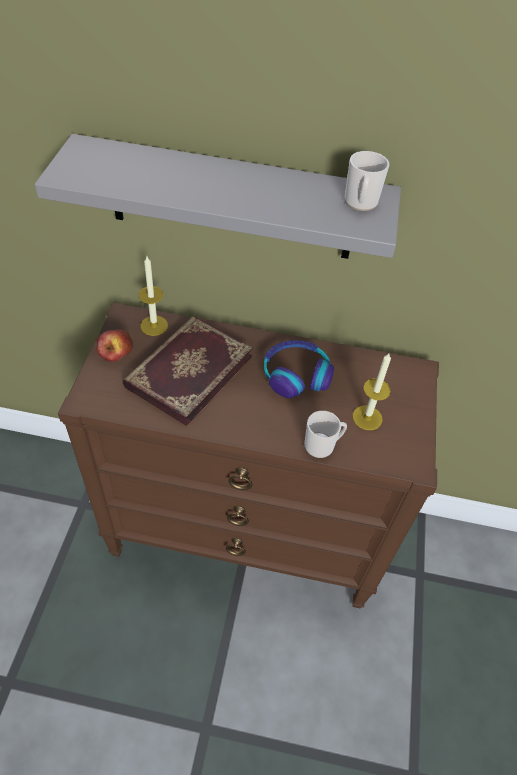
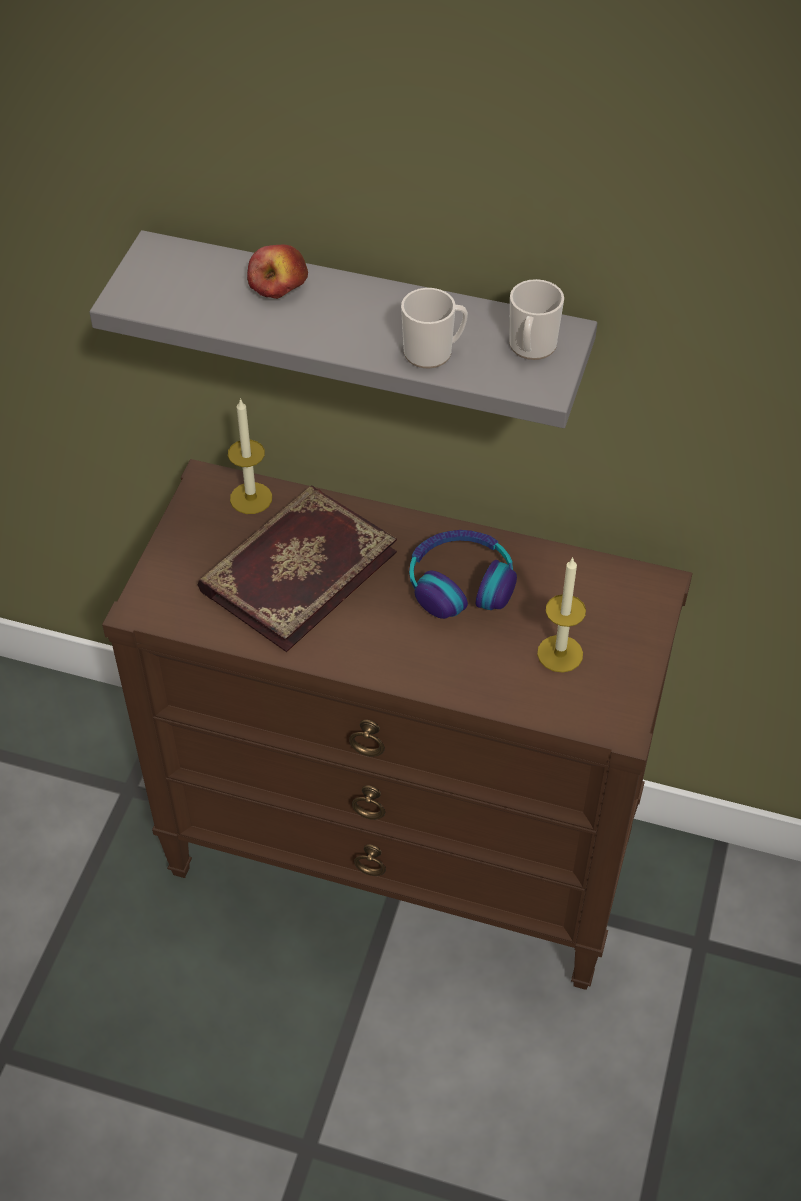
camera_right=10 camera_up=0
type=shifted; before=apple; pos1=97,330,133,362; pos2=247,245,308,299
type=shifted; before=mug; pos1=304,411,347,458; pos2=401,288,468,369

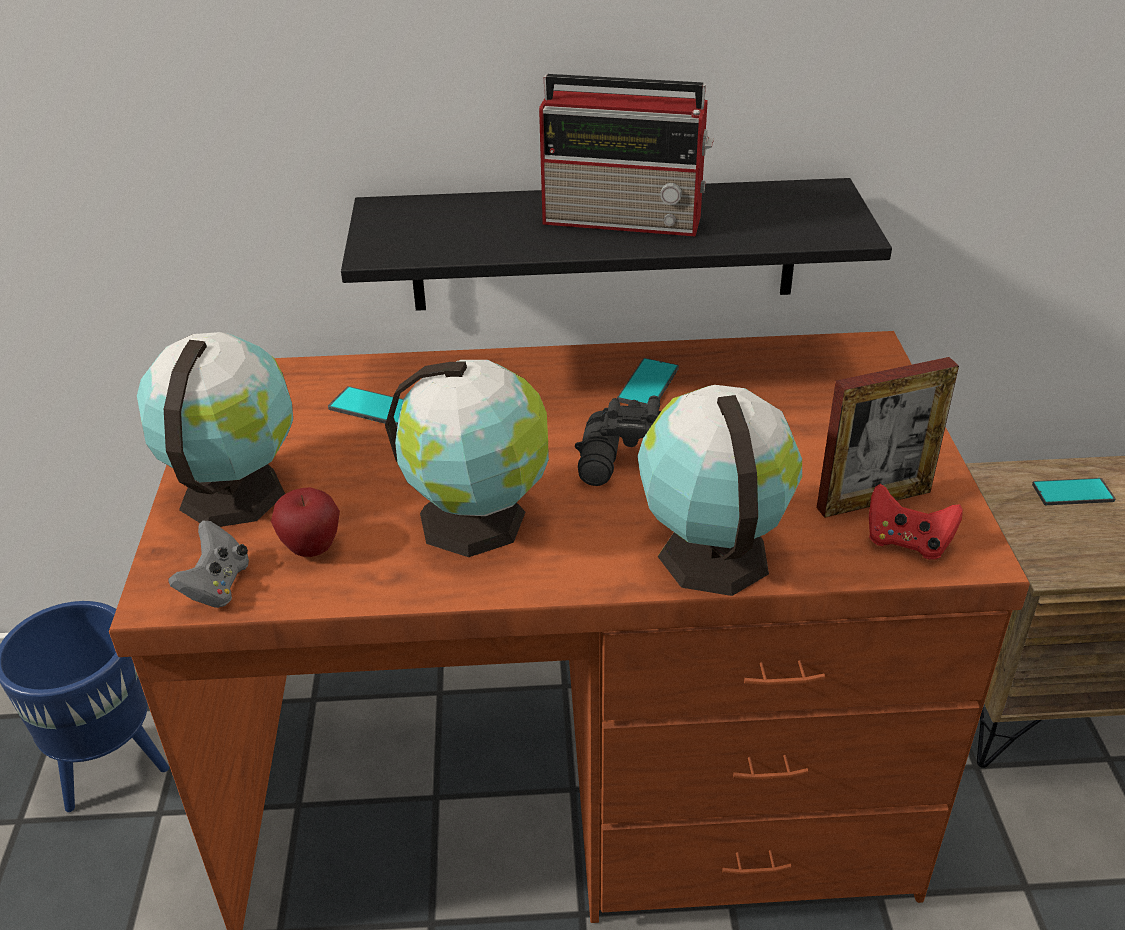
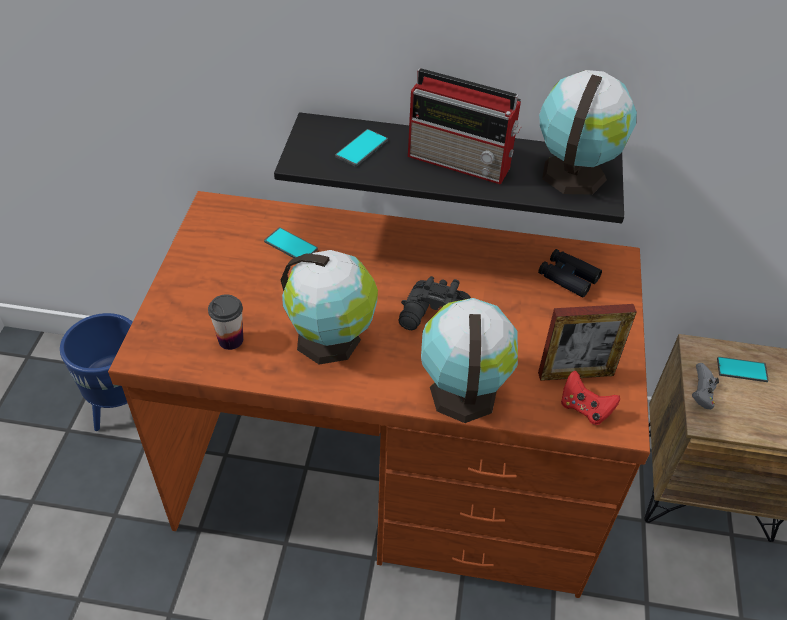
camera_right=10 camera_up=10
type=shifted; before=globe; pos1=137,332,293,527; pos2=539,70,637,195
type=shifted; before=phone; pos1=617,358,679,407; pos2=335,129,388,167
type=swapped; before=apple; after=cup; pos1=271,487,340,557; pos2=208,294,243,350
type=shifted; before=grey game controller; pos1=168,521,249,608; pos2=692,363,719,410
type=new; after=black binoculars; pos2=538,249,602,297

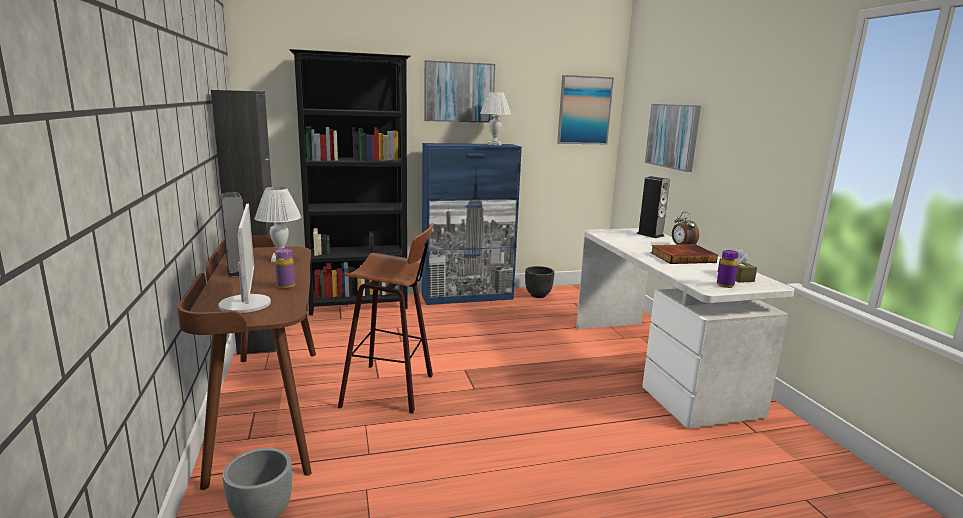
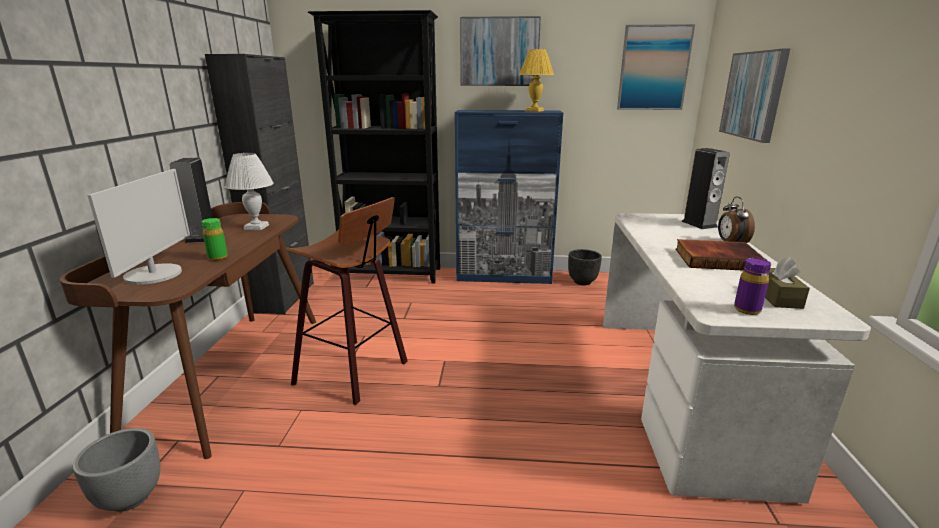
camera_right=20 camera_up=5
type=repainted; before=white table lamp; after=yellow table lamp; pos1=481,92,511,146; pos2=519,49,554,112
type=repainted; before=purple bottle; after=green bottle; pos1=275,249,295,289; pos2=201,218,228,261

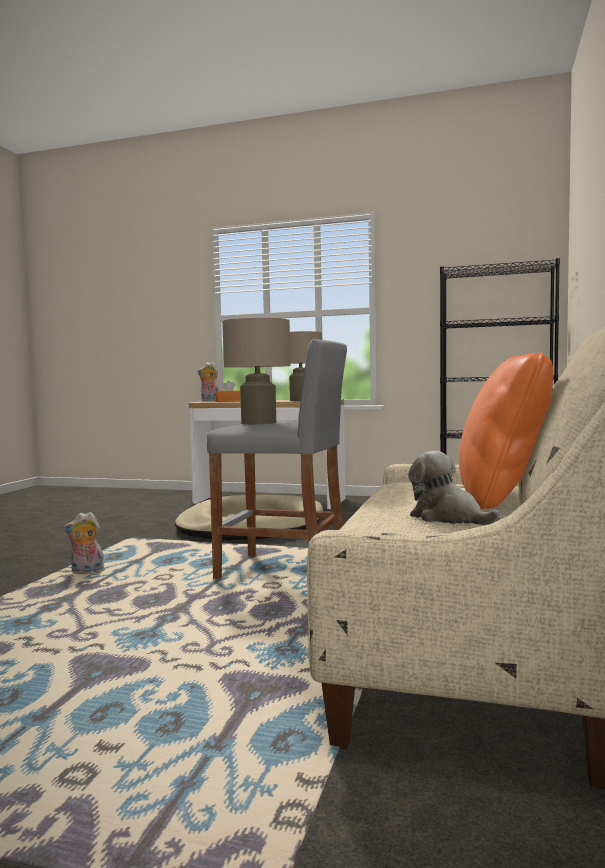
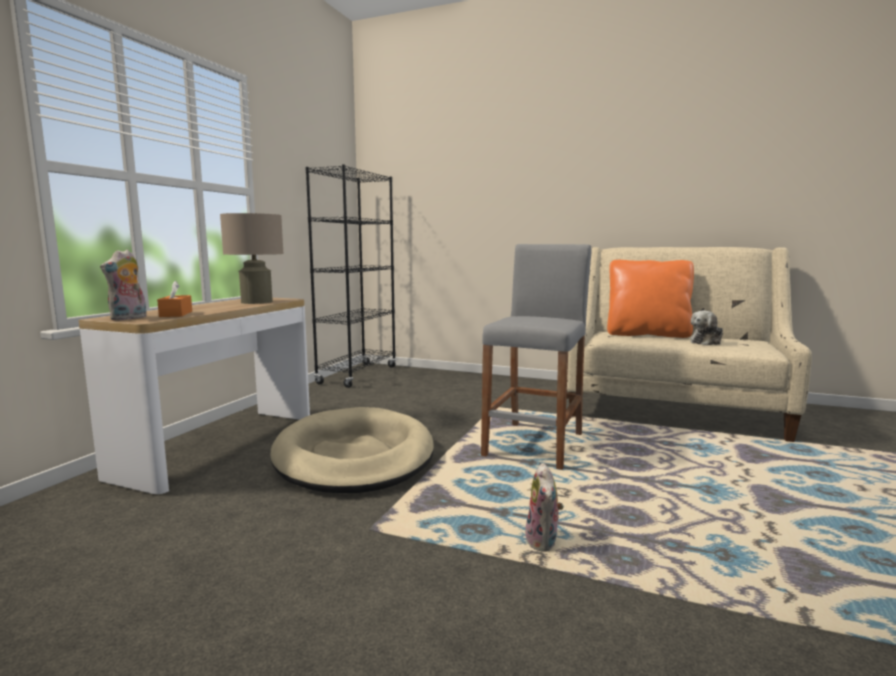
camera_right=-85 camera_up=5
type=gone; before=beige table lamp; pos1=222,318,291,424

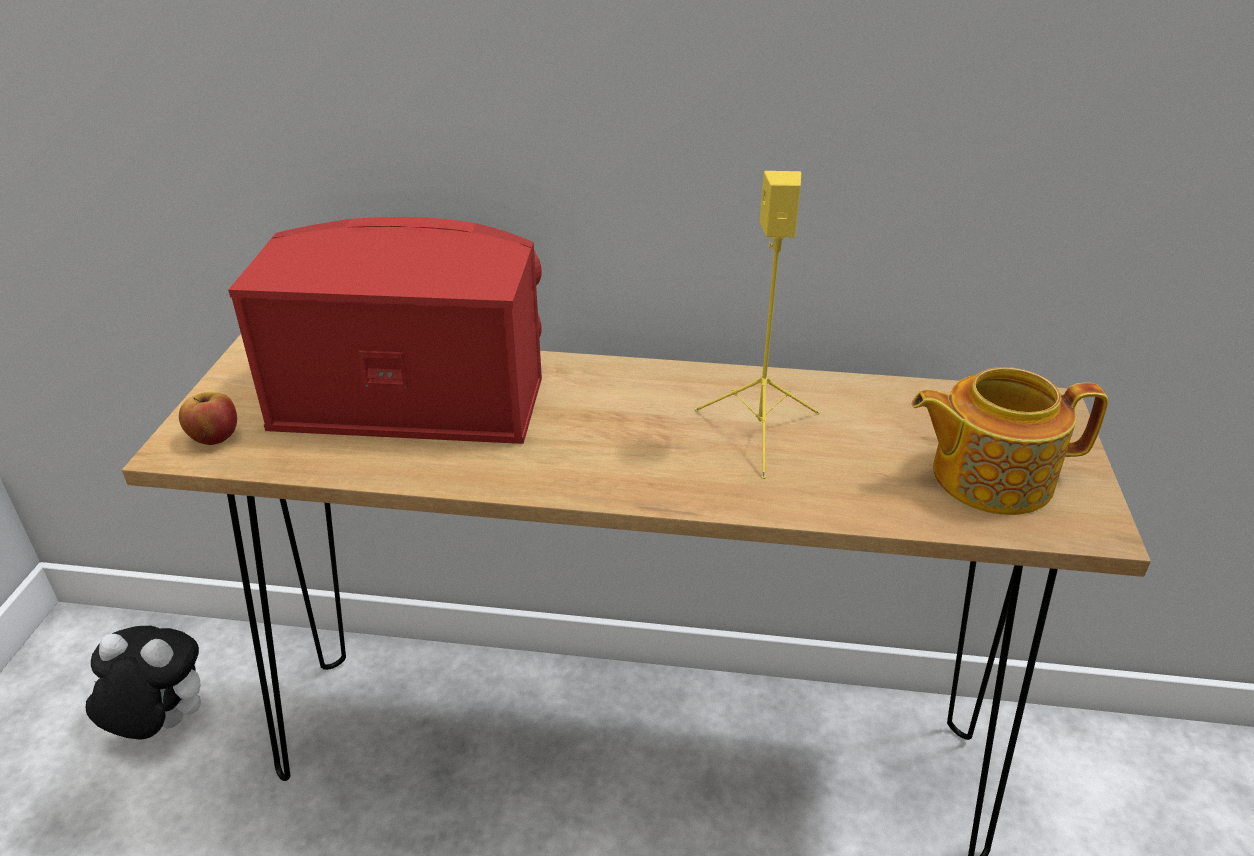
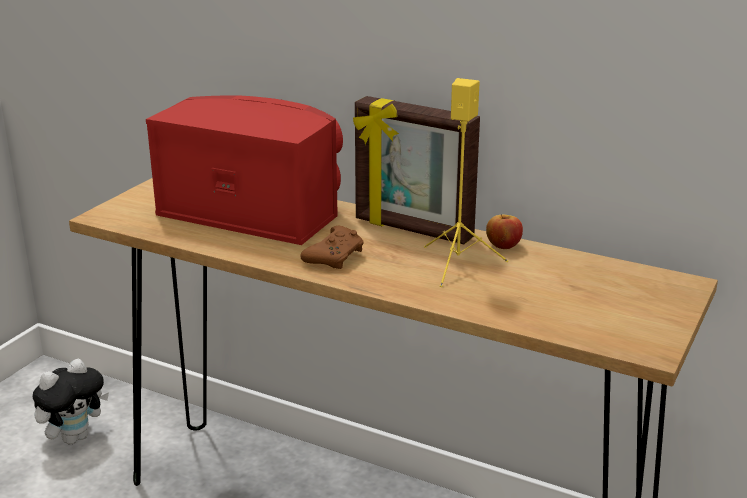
camera_right=20 camera_up=-10
type=gone; before=teapot; pos1=912,367,1108,515
type=shifted; before=apple; pos1=179,392,237,445; pos2=486,214,523,249
type=rotated; before=plush toy; pos1=86,626,201,740; pos2=32,359,109,444; turn=105
type=new; after=picture frame; pos2=353,96,480,244
type=new; after=brown game controller; pos2=300,226,364,269

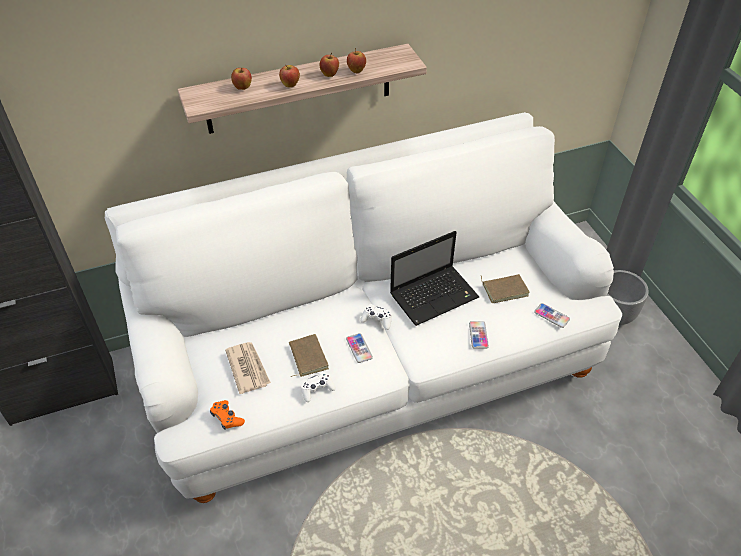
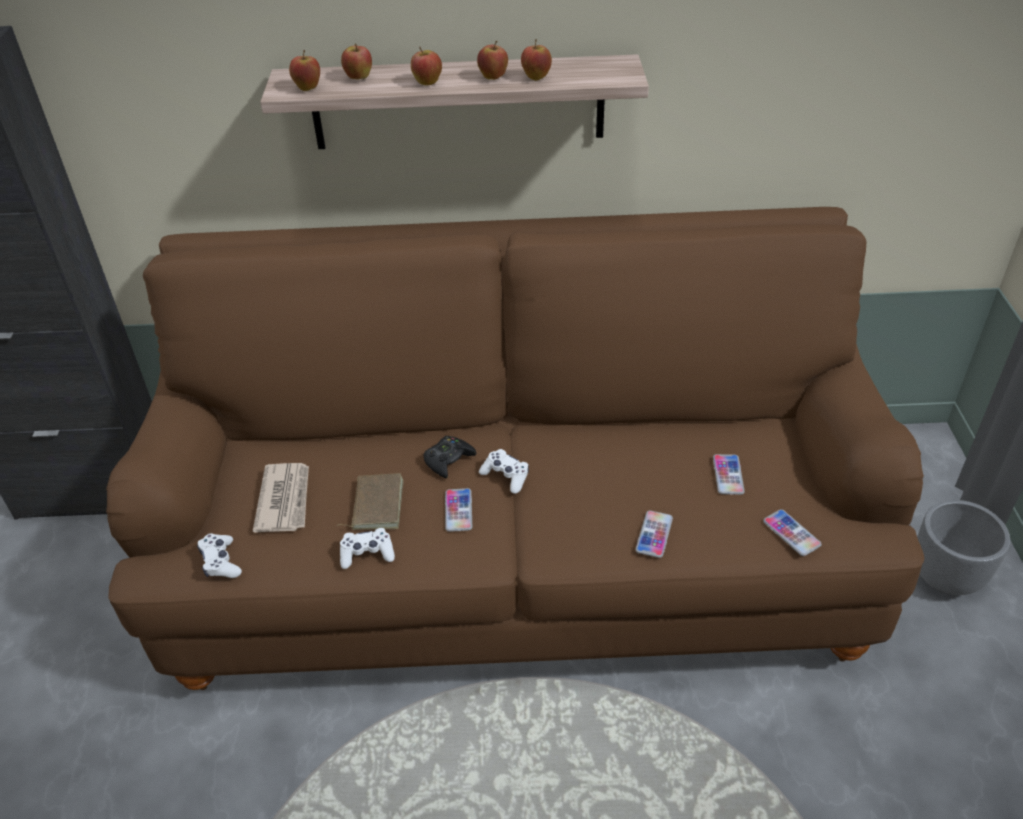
camera_right=20 camera_up=-5
type=repainted; before=white sofa; after=brown sofa; pos1=105,112,622,503; pos2=106,207,924,690
type=gone; before=laptop; pos1=390,231,479,326
type=swapped; before=brown book; after=phone; pos1=480,274,529,303; pos2=713,454,745,495
type=repainted; before=orange game controller; after=white game controller; pos1=210,400,245,430; pos2=197,534,242,578
type=new; after=apple; pos2=289,50,320,91
type=new; after=black game controller; pos2=423,436,476,479

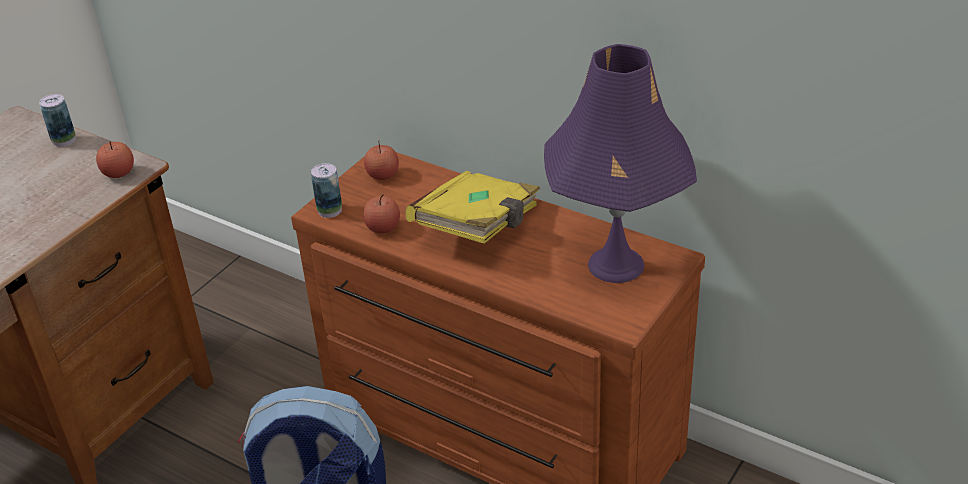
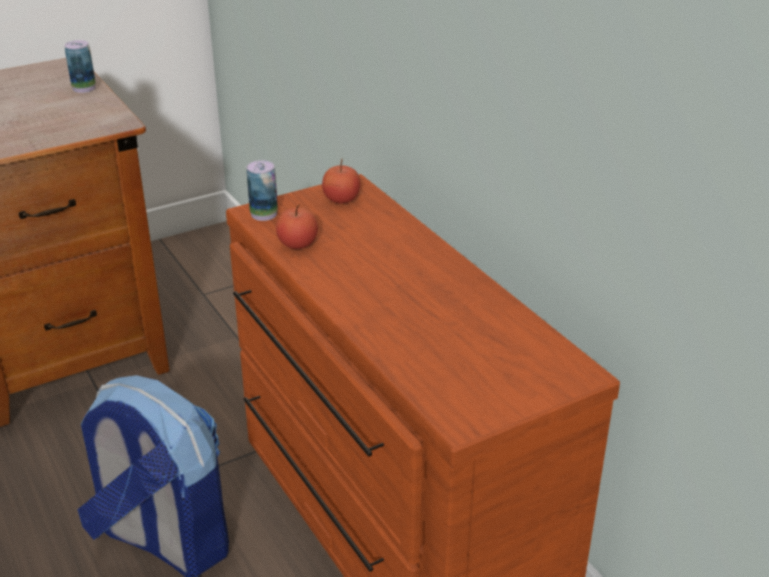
camera_right=25 camera_up=-5
type=gone; before=purple table lamp; pos1=544,44,697,283
type=gone; before=apple; pos1=96,141,134,178
type=gone; before=yellow book; pos1=405,171,540,244

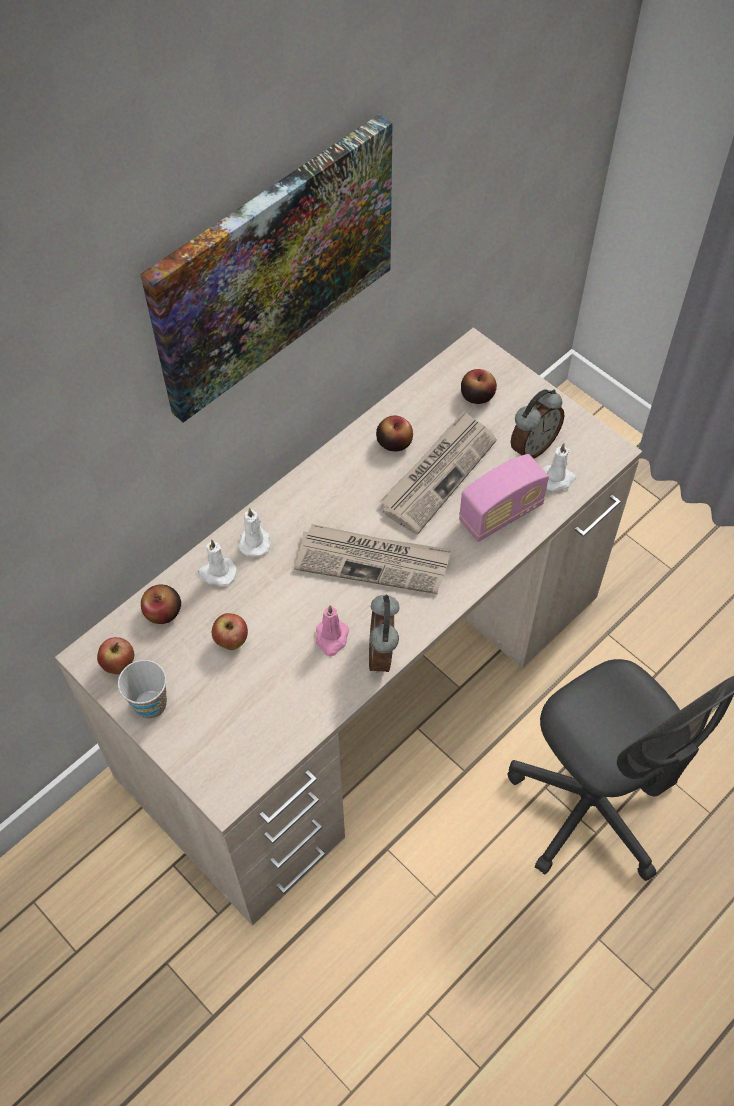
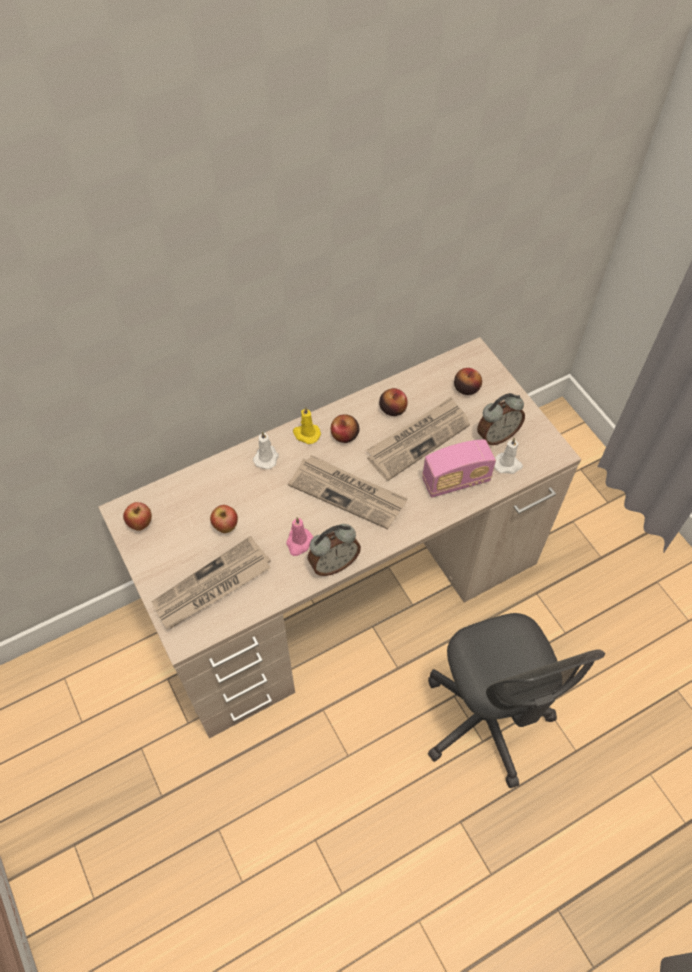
camera_right=15 camera_up=0
type=gone; before=picture; pos1=140,114,393,423
type=gone; before=white candle; pos1=198,539,237,586
type=shifted; before=apple; pos1=141,585,181,624; pos2=330,414,359,443
type=rotated; before=alarm clock; pos1=369,595,399,673; pos2=308,524,361,576; turn=-135
type=gone; before=cup; pos1=118,660,167,719
type=new; after=yellow candle; pos2=293,406,321,444
type=new; after=newspaper; pos2=152,536,271,629

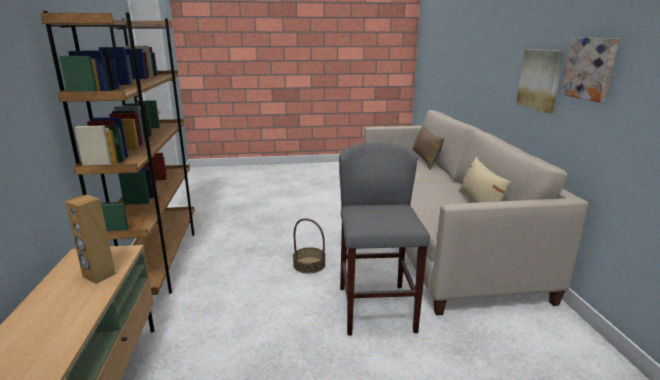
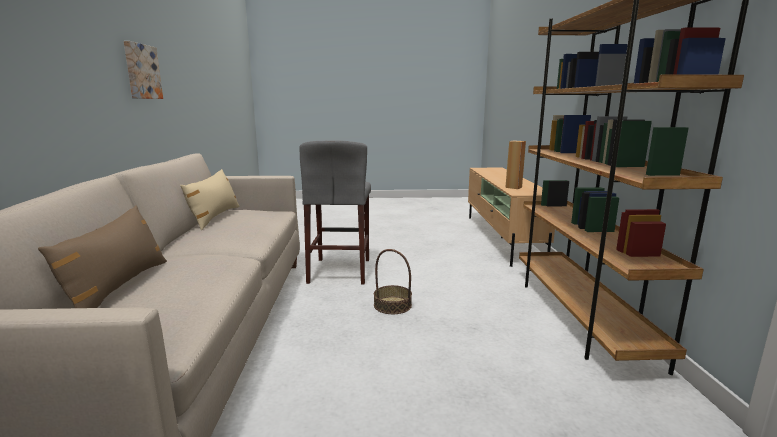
camera_right=-175 camera_up=-5
type=gone; before=picture; pos1=516,49,564,113

